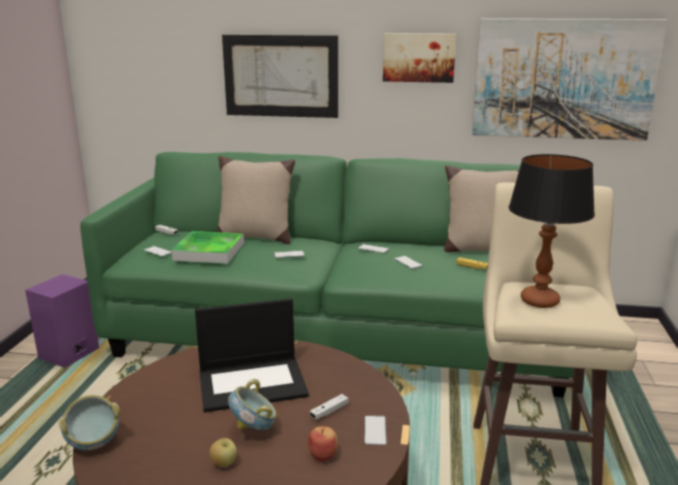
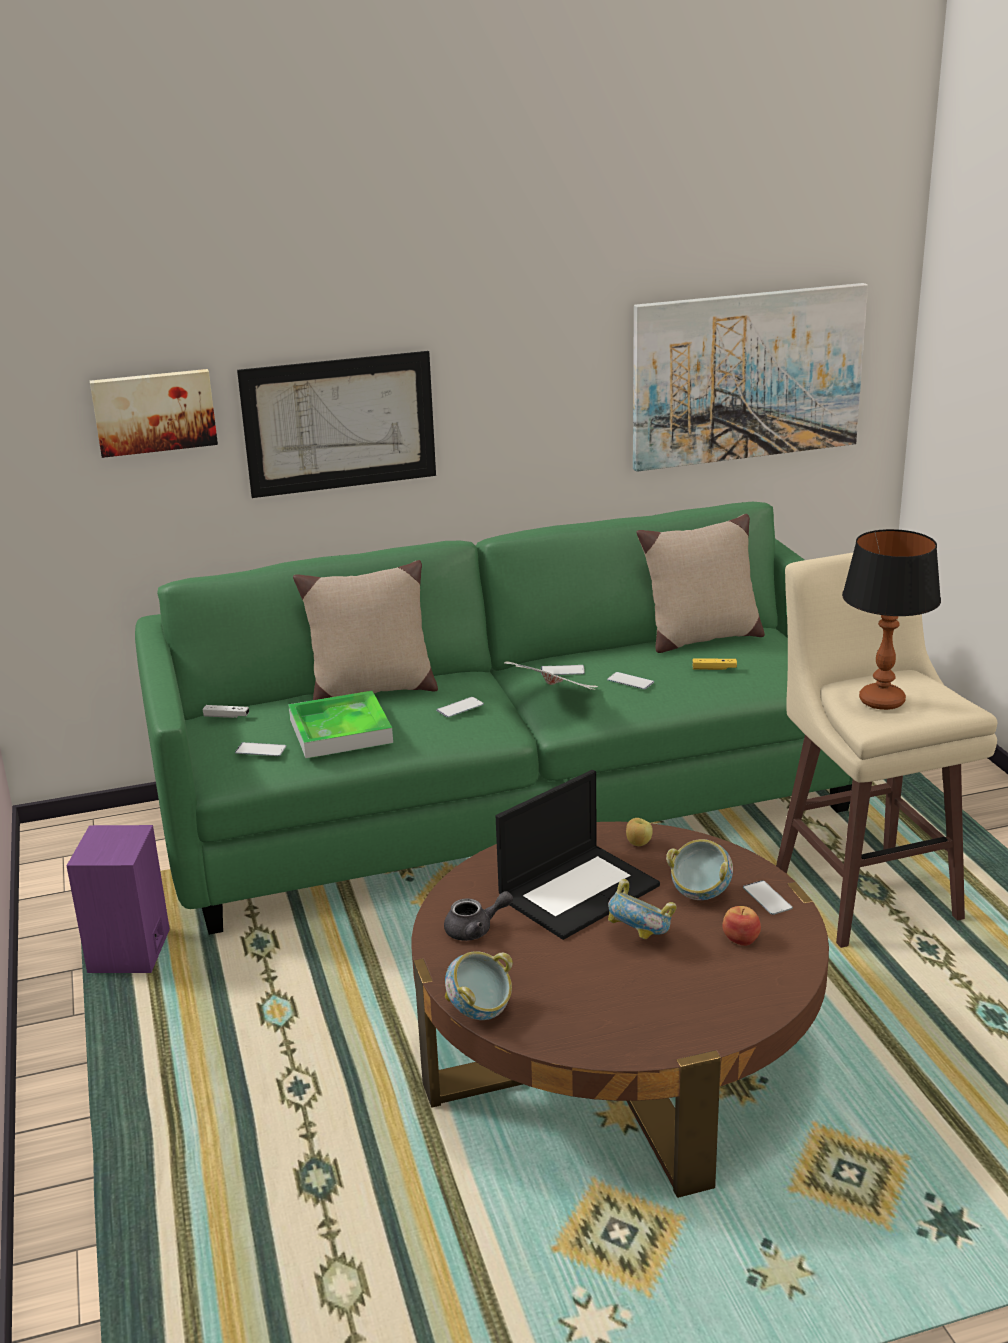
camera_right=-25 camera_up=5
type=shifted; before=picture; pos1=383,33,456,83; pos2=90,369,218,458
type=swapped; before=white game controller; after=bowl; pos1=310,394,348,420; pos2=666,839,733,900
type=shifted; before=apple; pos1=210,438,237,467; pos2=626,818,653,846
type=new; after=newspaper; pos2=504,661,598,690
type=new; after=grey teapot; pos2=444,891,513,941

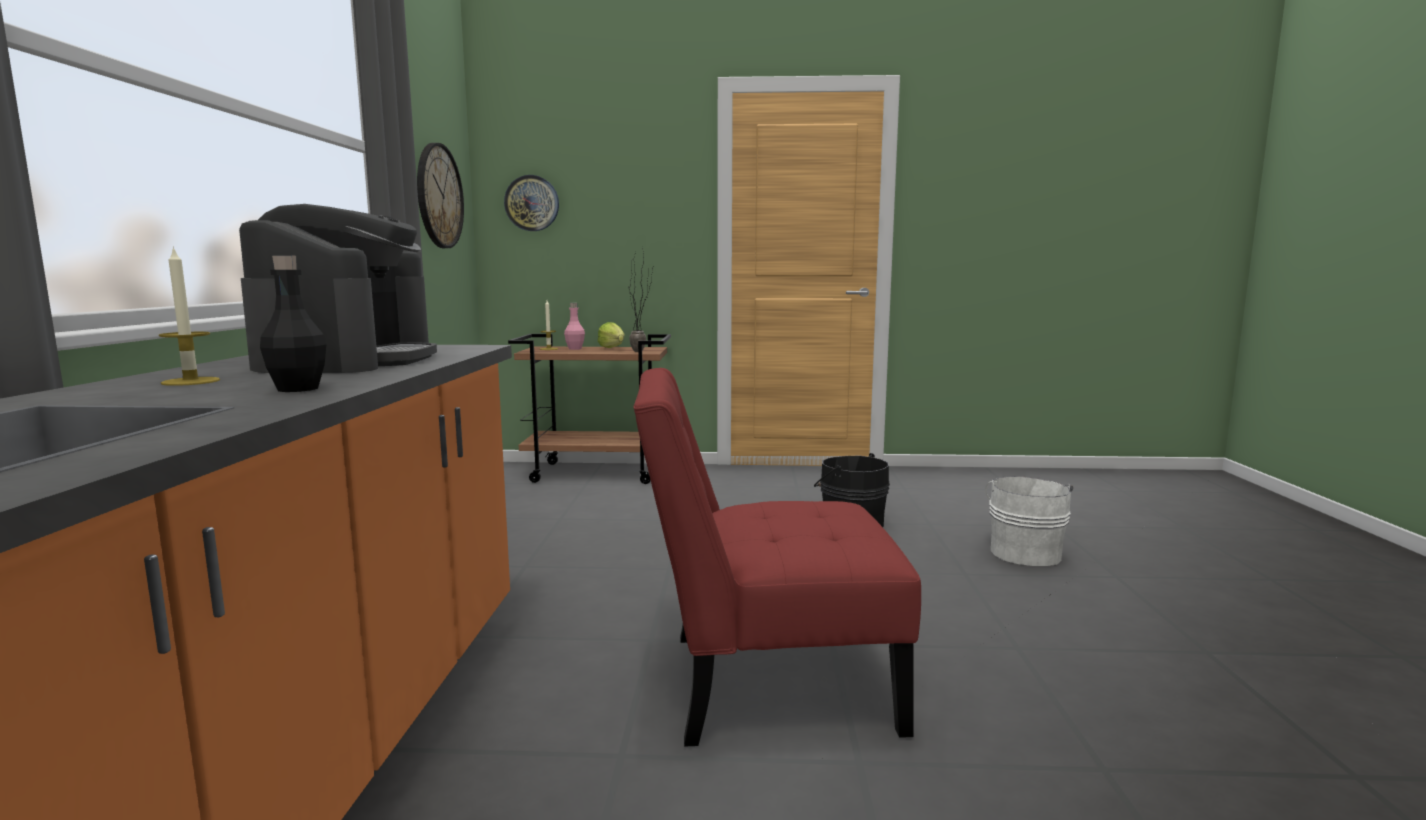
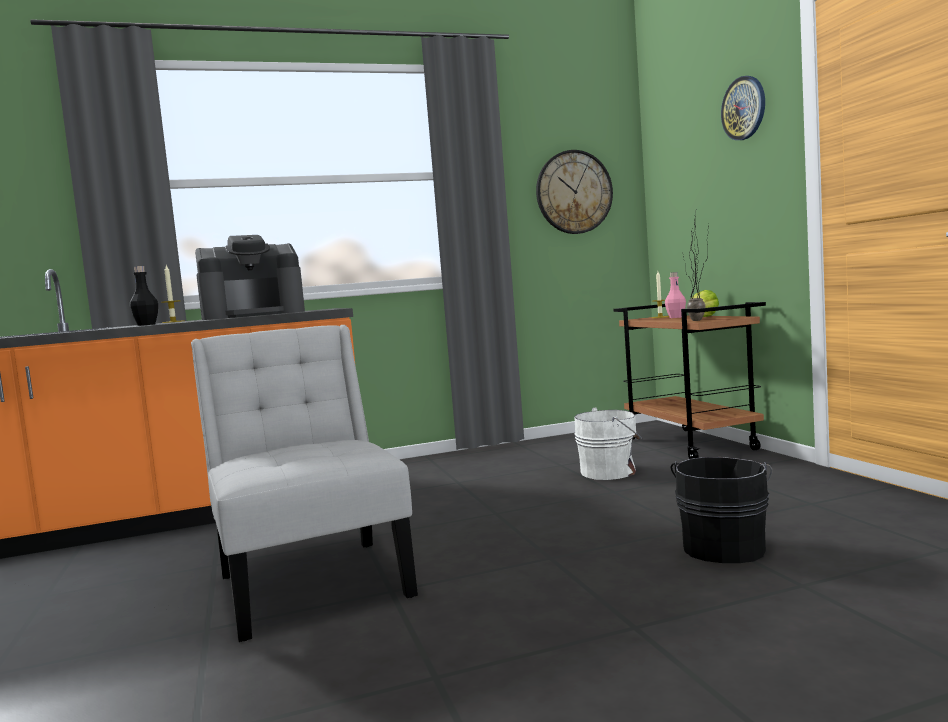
camera_right=70 camera_up=-5
type=shifted; before=wall clock; pos1=504,175,559,231; pos2=721,76,765,140
type=repainted; before=red chair; after=white chair; pos1=634,368,921,746; pos2=191,325,418,642
type=shifted; before=white bucket; pos1=985,476,1073,566; pos2=574,407,643,480

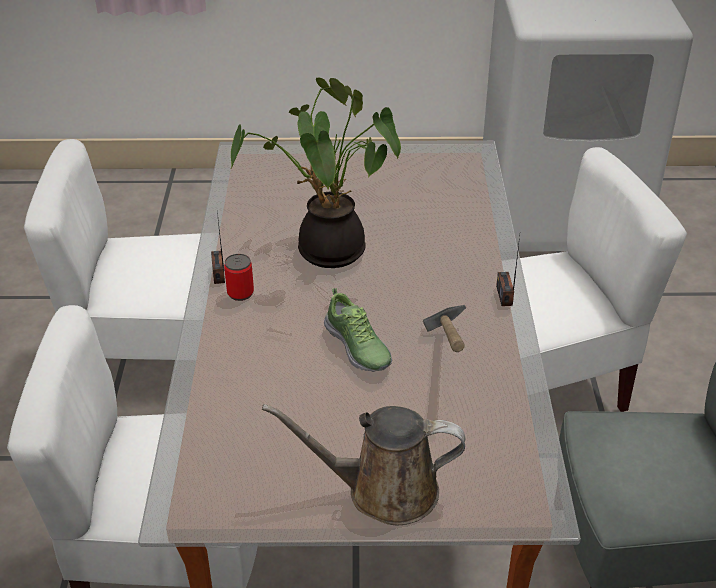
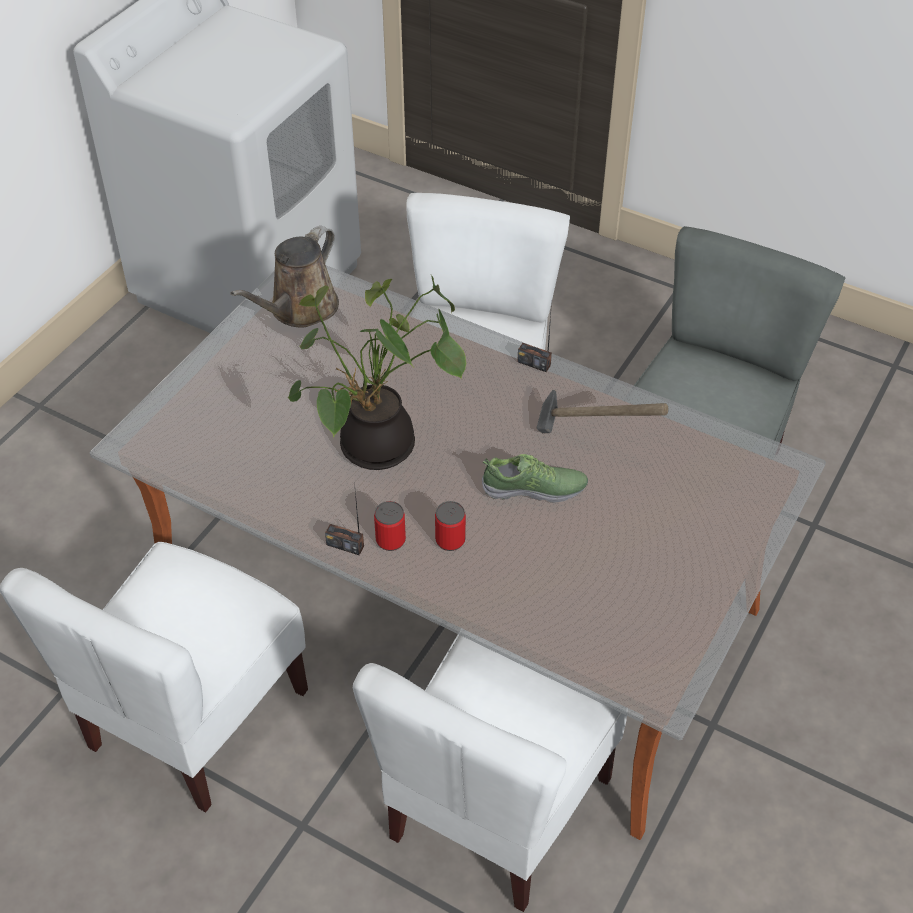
camera_right=-60 camera_up=10
type=shifted; before=brown watering can; pos1=262,404,465,525; pos2=230,226,339,328
type=new; after=can; pos2=435,501,466,551

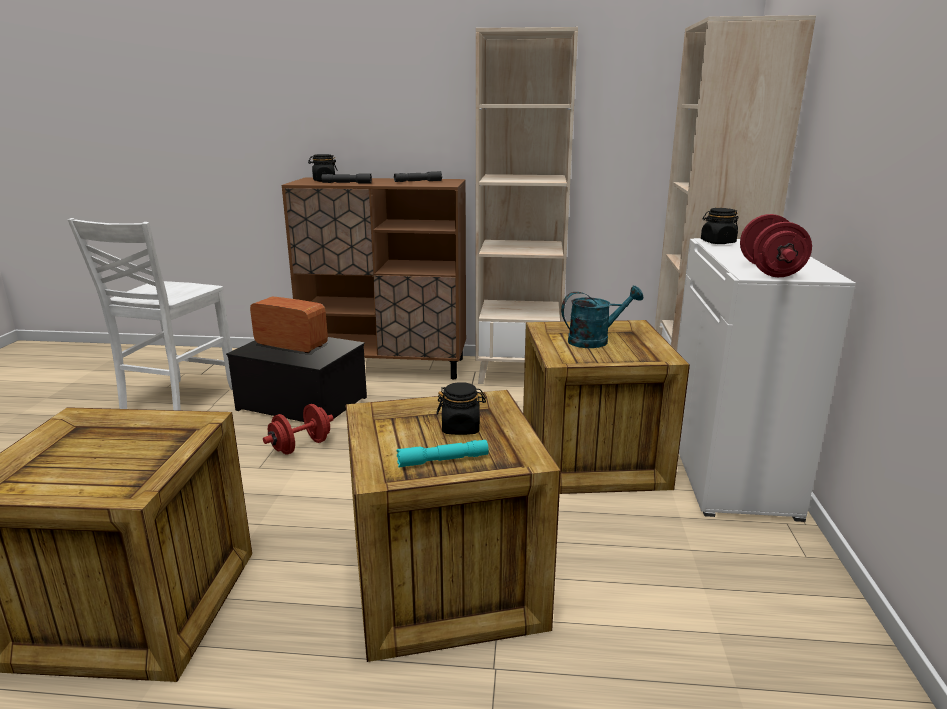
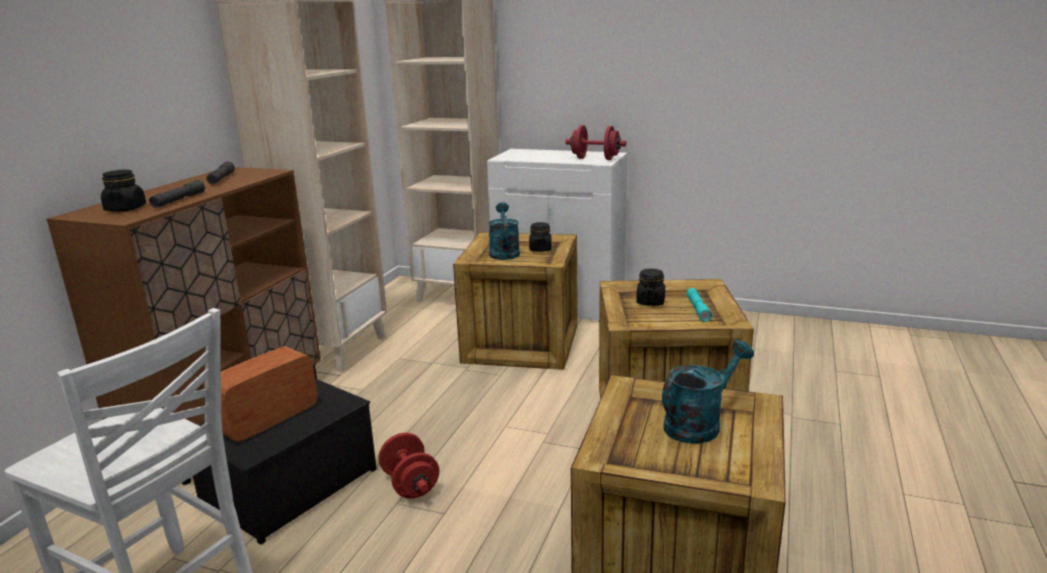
camera_right=-75 camera_up=0
type=shifted; before=black jar; pos1=701,208,739,244; pos2=529,222,552,252
type=new; after=turquoise watering can; pos2=662,340,754,444

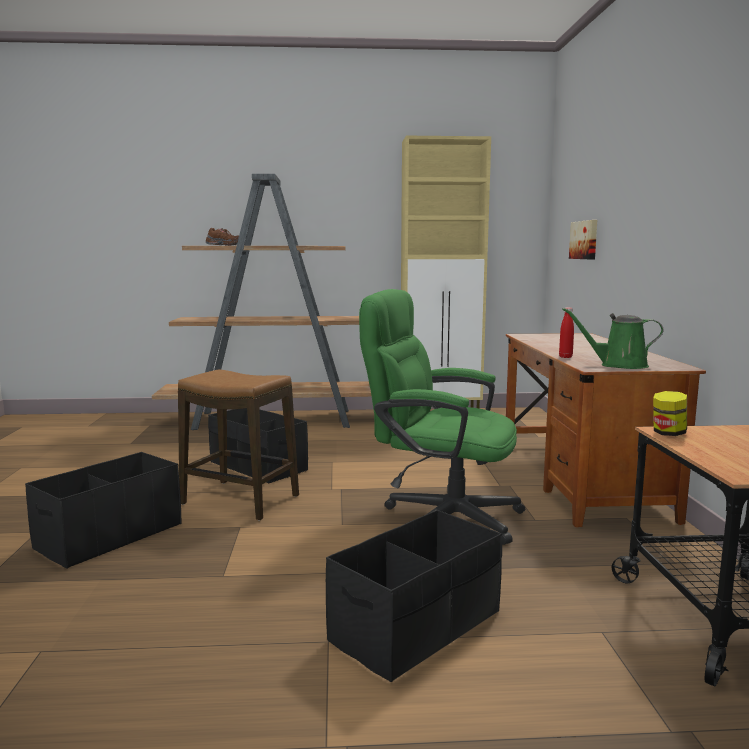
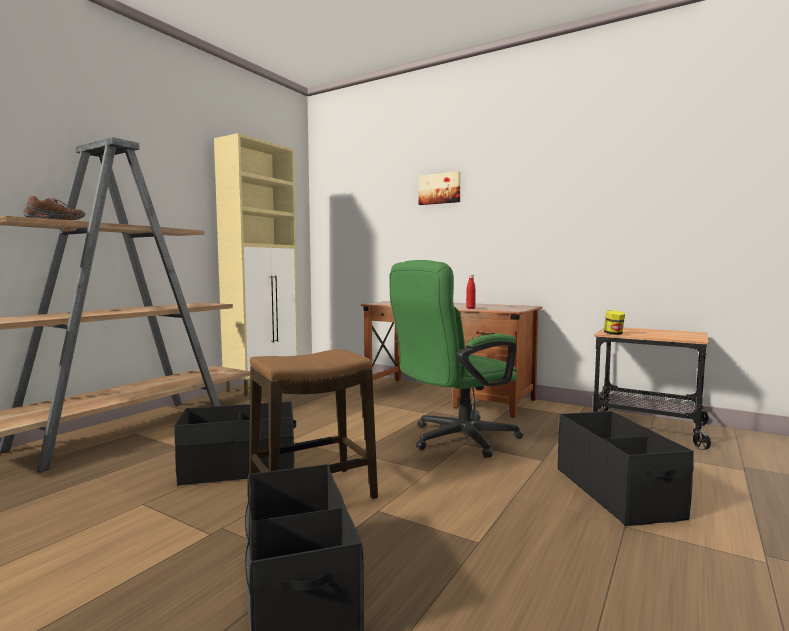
camera_right=-55 camera_up=-5
type=shifted; before=picture; pos1=569,220,597,259; pos2=419,171,461,205
type=gone; before=green watering can; pos1=562,308,664,369

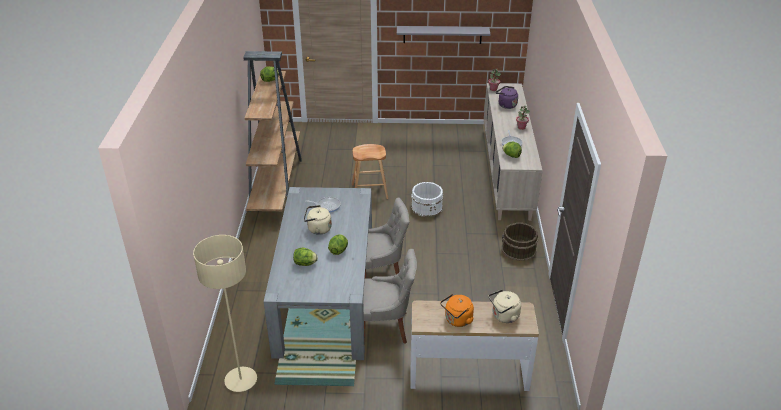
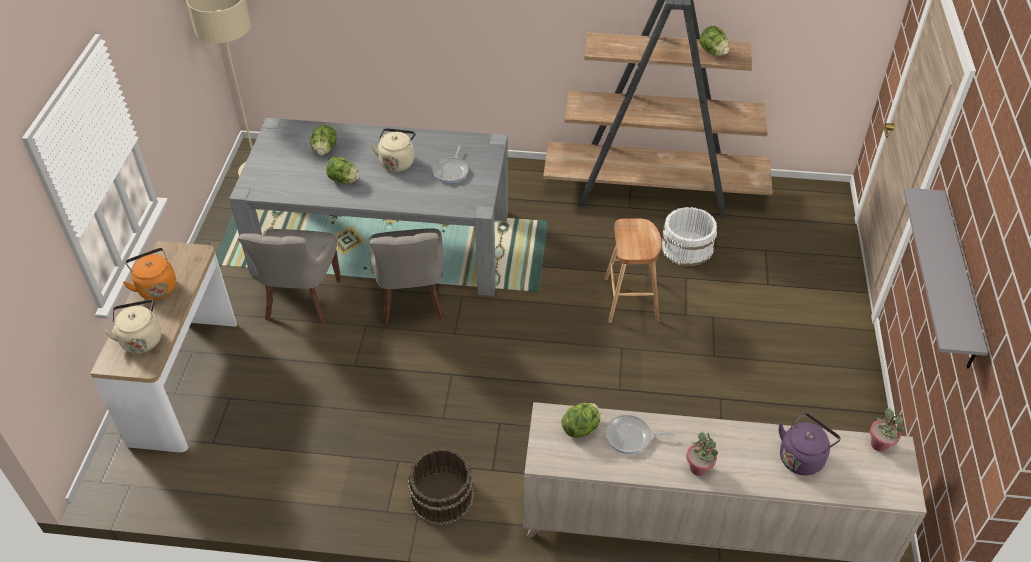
camera_right=95 camera_up=10
type=shifted; before=white bucket; pos1=411,182,444,217; pos2=661,207,717,267

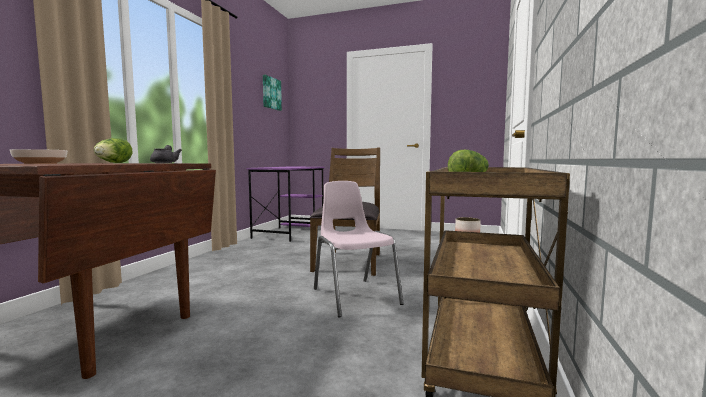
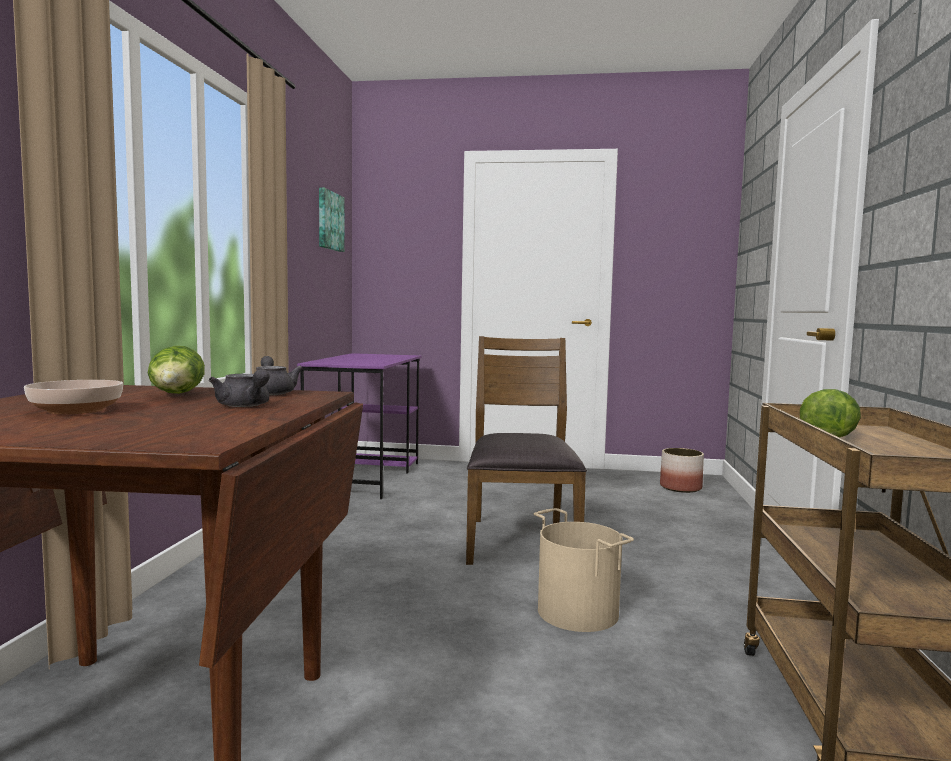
camera_right=-10 camera_up=0
type=swapped; before=pink chair; after=beige bucket; pos1=314,181,404,317; pos2=534,508,634,632
type=new; after=grey teapot; pos2=209,369,270,407

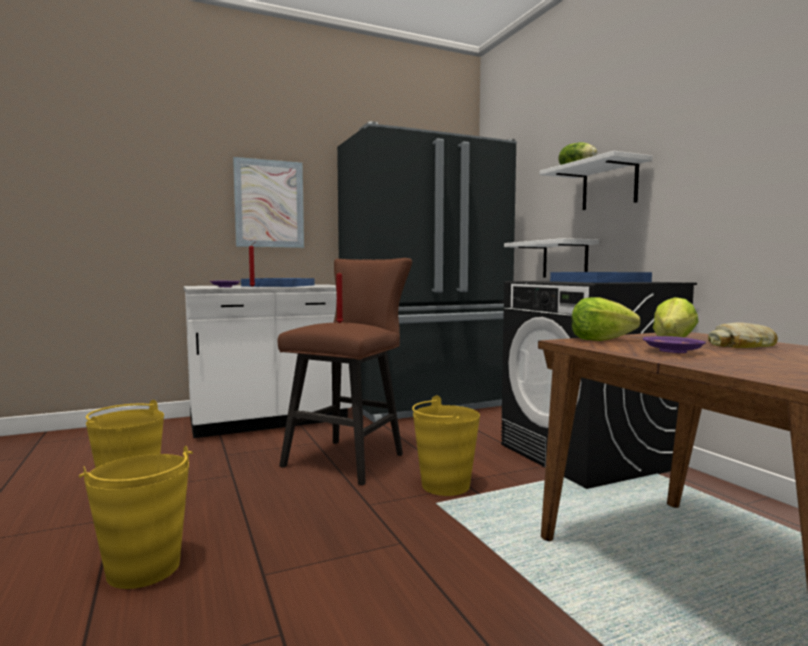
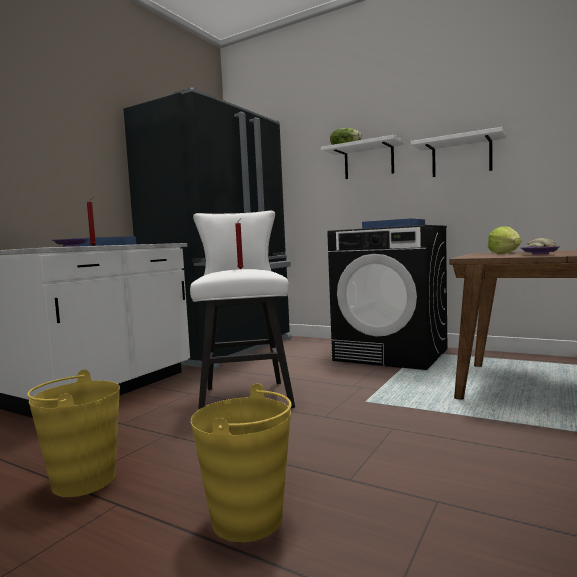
camera_right=-35 camera_up=0
type=gone; before=picture; pos1=233,157,304,248
type=shifted; before=white shelf; pos1=504,238,599,278; pos2=411,127,506,177
type=repainted; before=brown stool; after=white stool; pos1=278,258,412,486; pos2=190,211,295,410
type=gone; before=lettuce; pos1=571,297,640,341
type=gone; before=yellow bucket; pos1=412,396,480,496

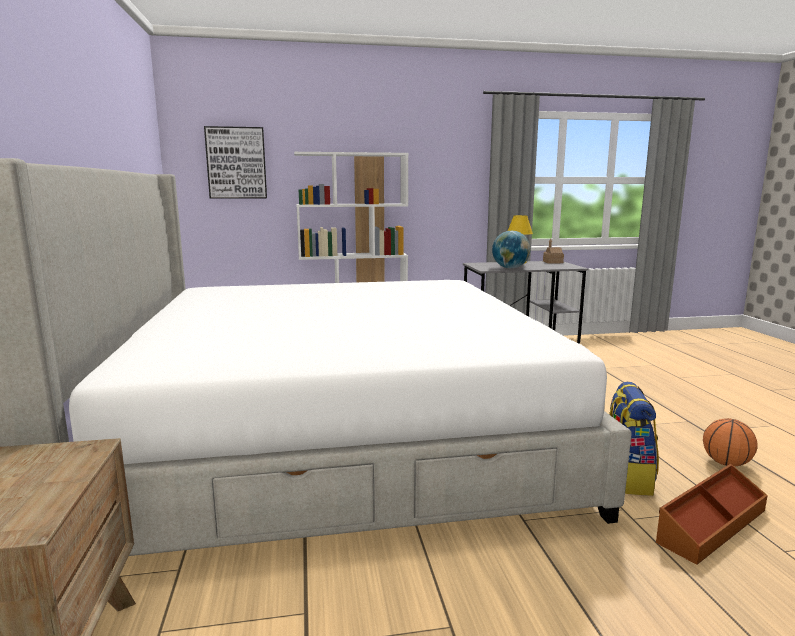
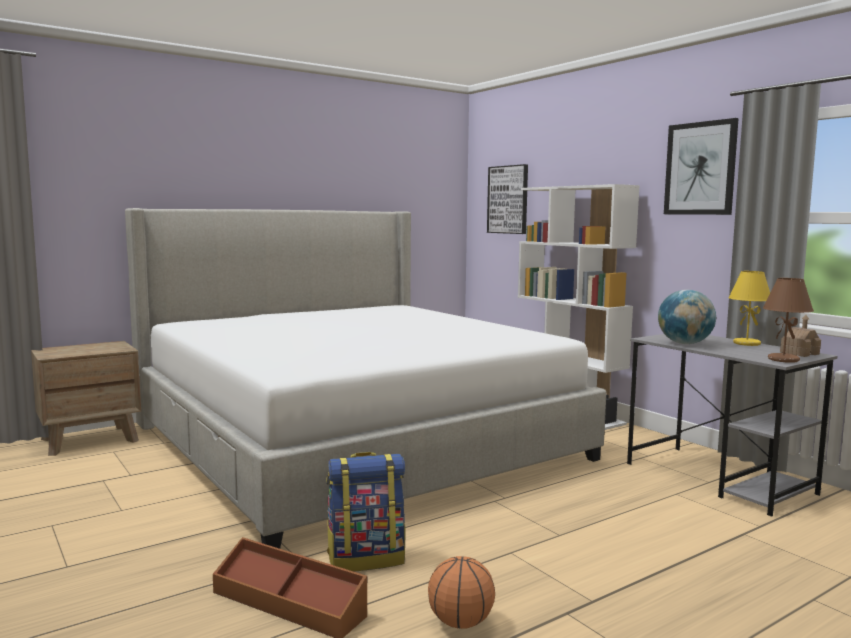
camera_right=65 camera_up=-5
type=new; after=picture; pos2=664,118,739,215
type=new; after=brown table lamp; pos2=763,278,814,363

